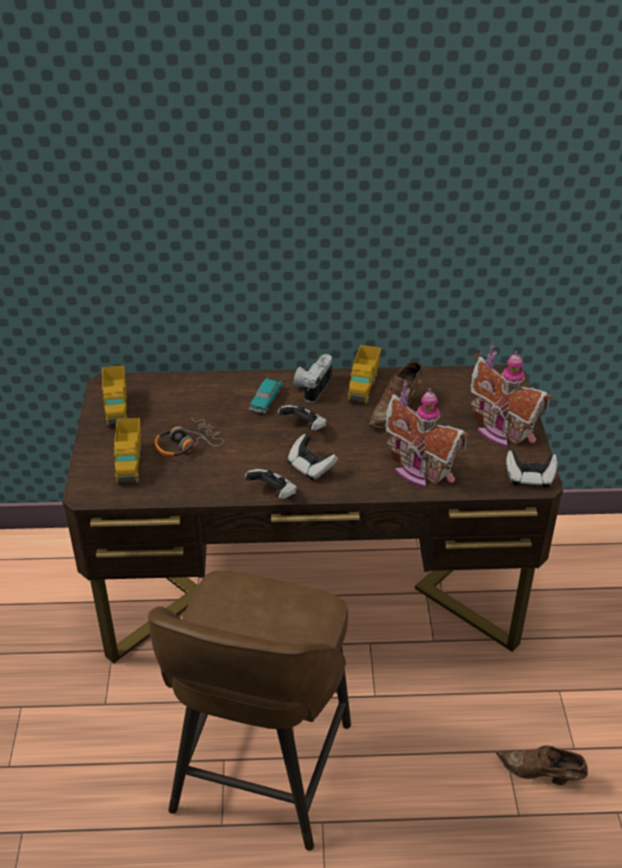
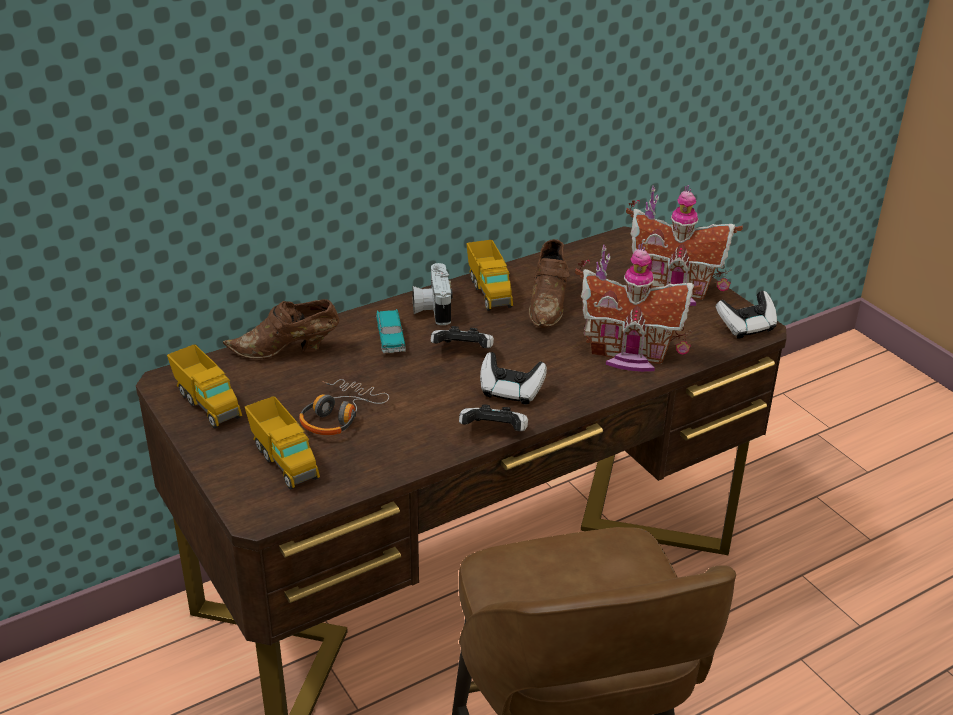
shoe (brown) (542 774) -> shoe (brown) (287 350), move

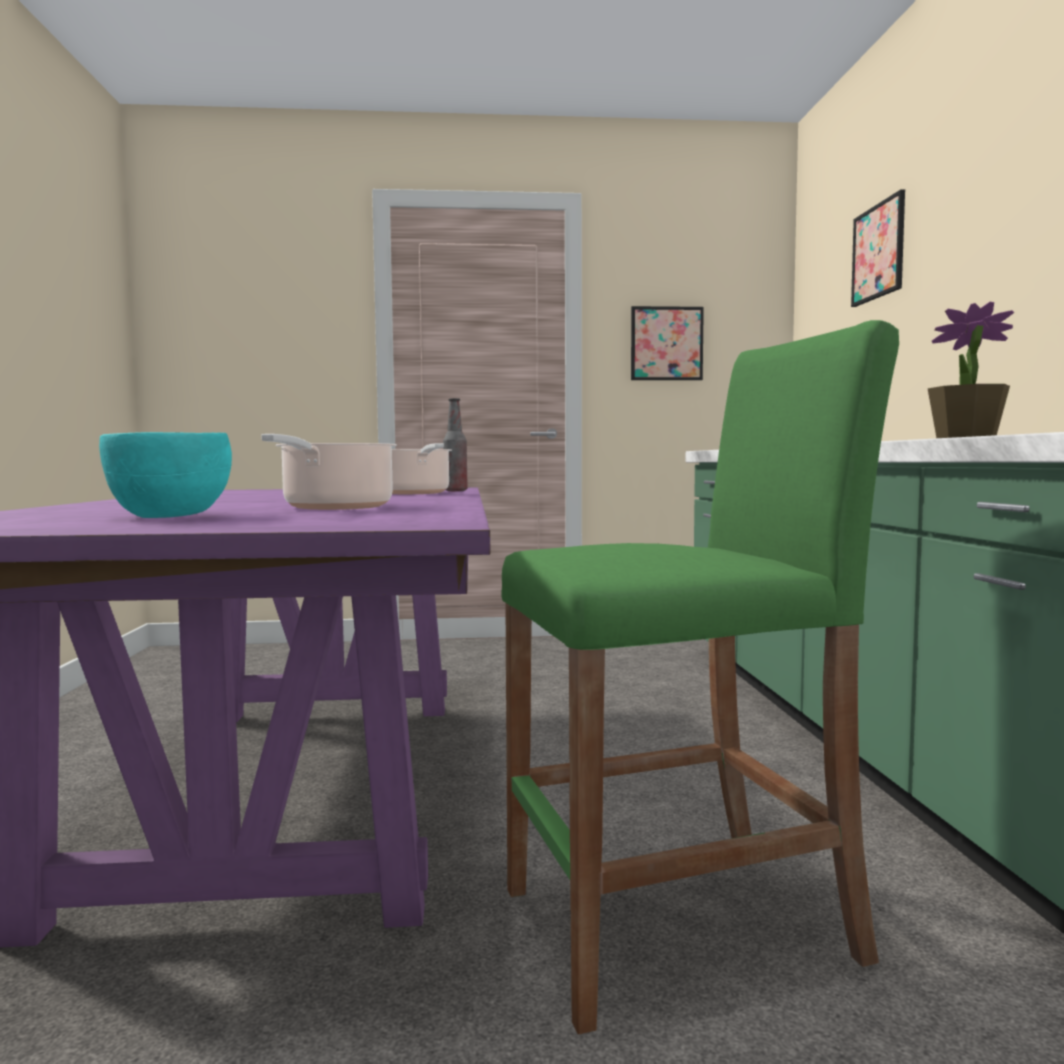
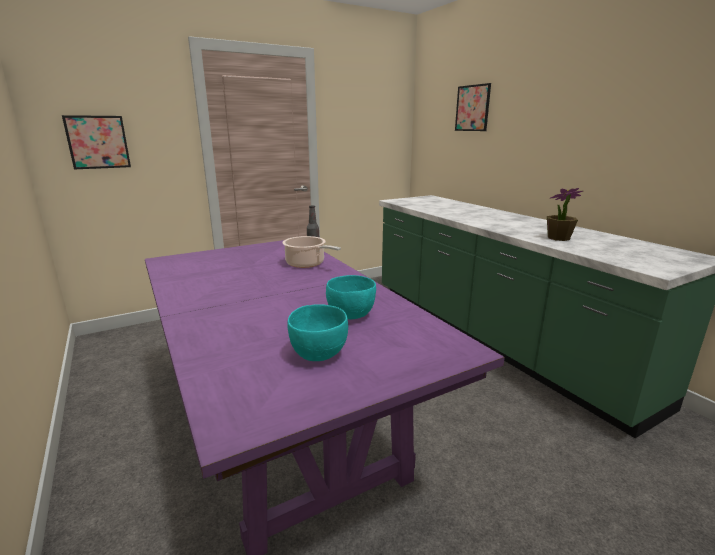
picture (666 343) -> picture (98 142), move
cooking pot (334 508) -> bowl (turquoise) (350 315)
stool (green) (680 925) -> none

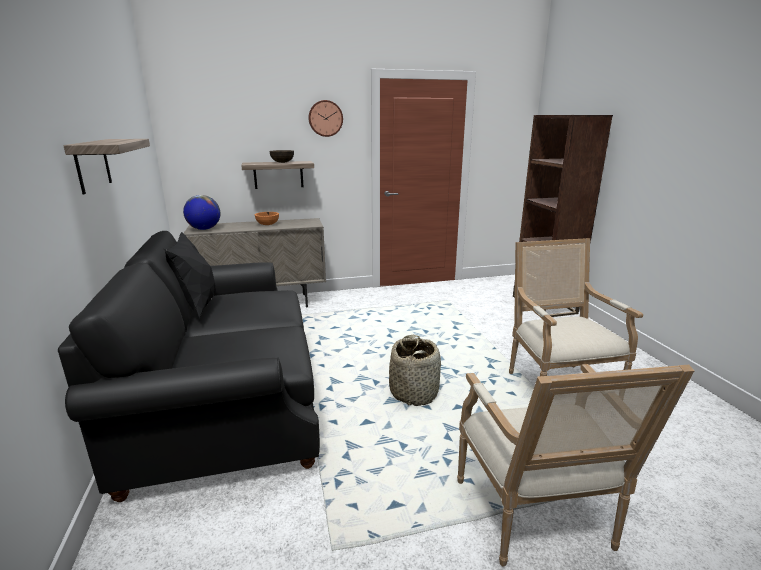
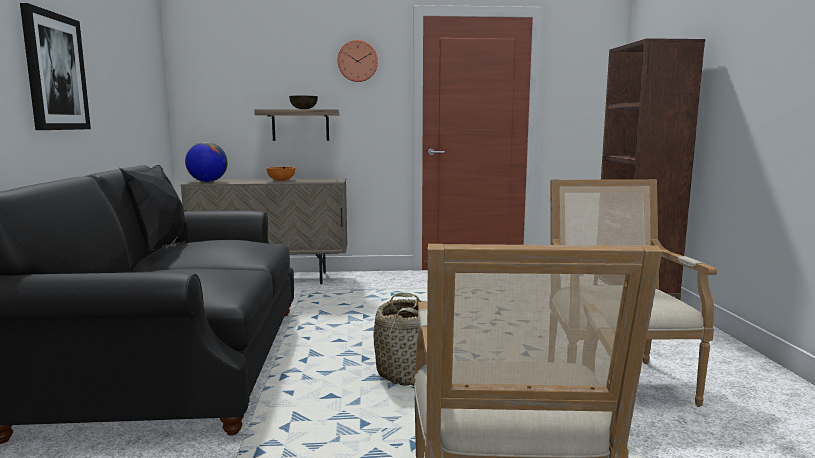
shelf (92 165) -> picture (55 72)

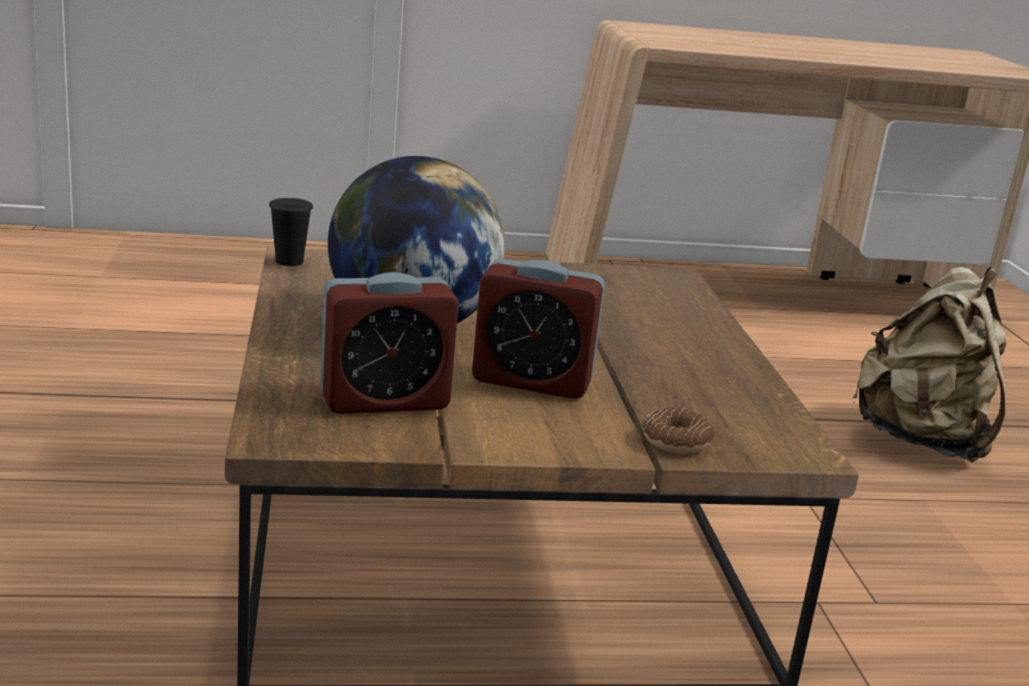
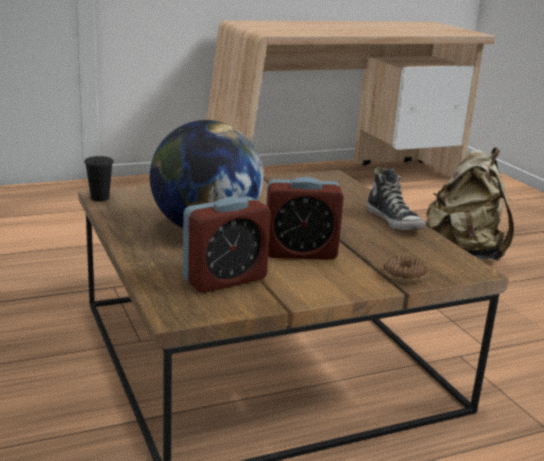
none -> shoe (394 221)

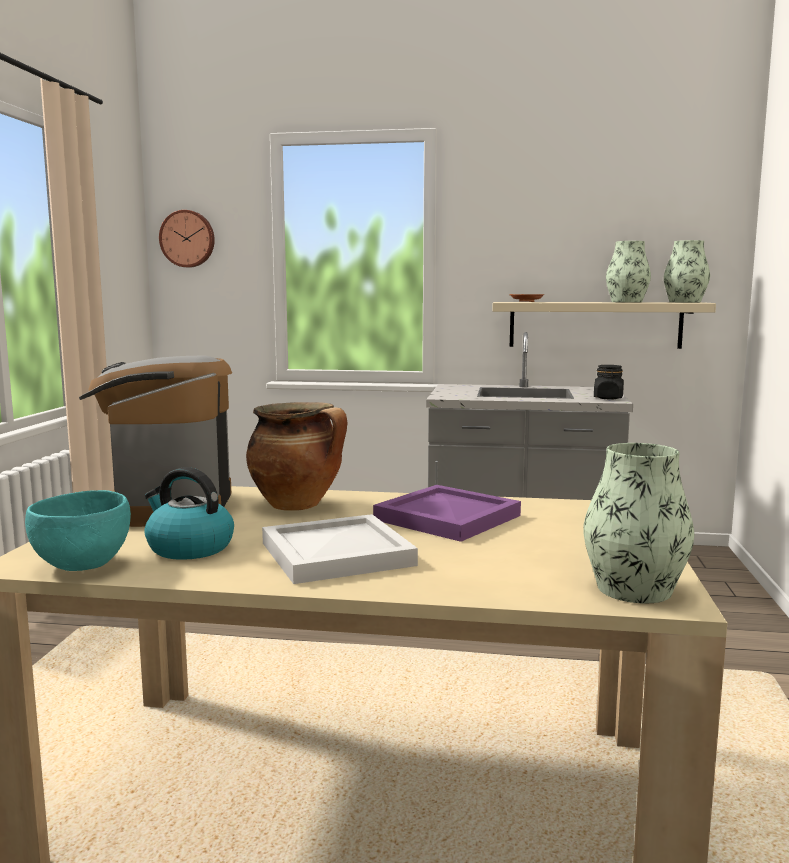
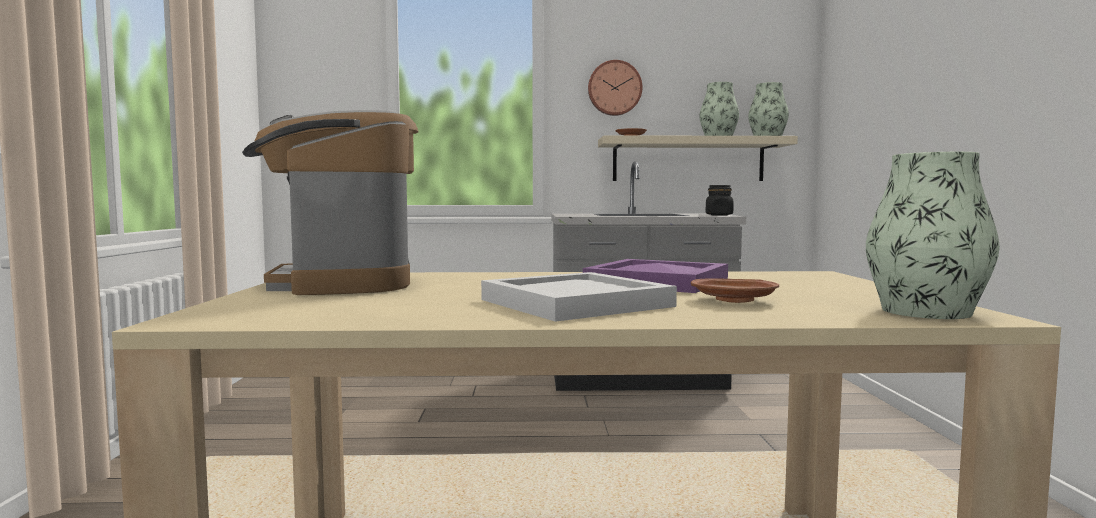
wall clock (188 239) -> wall clock (614 88), move
none -> plate (brown) (735 301)
bowl (turquoise) (82 565) -> none
kettle (188 548) -> none
cooking pot (298 505) -> none

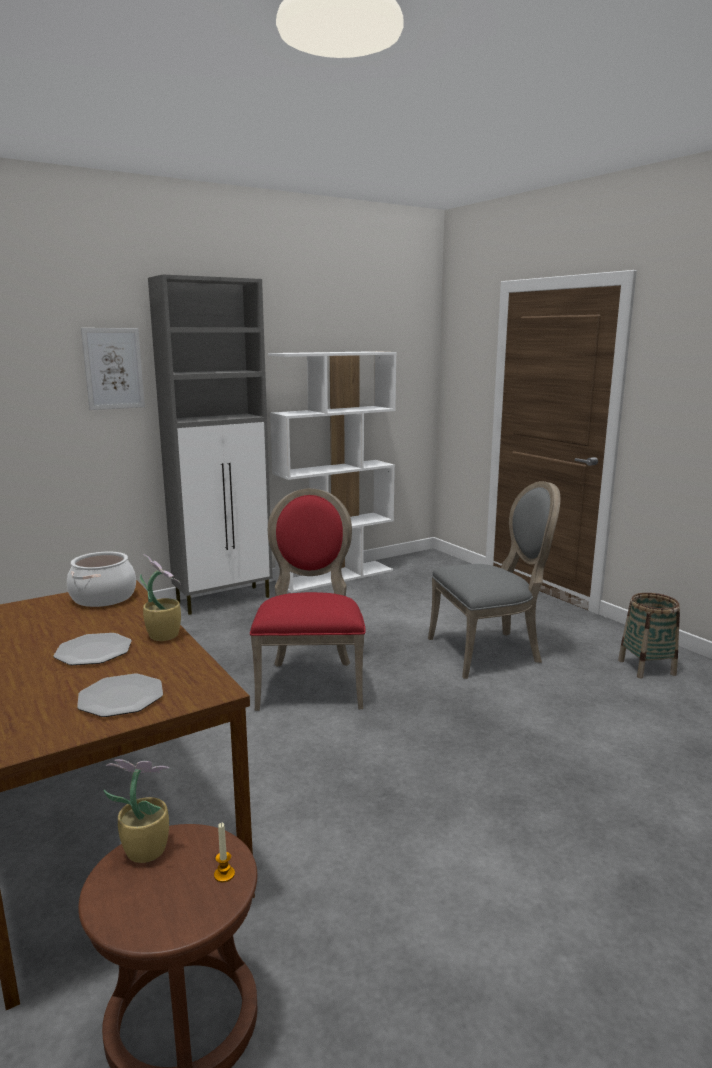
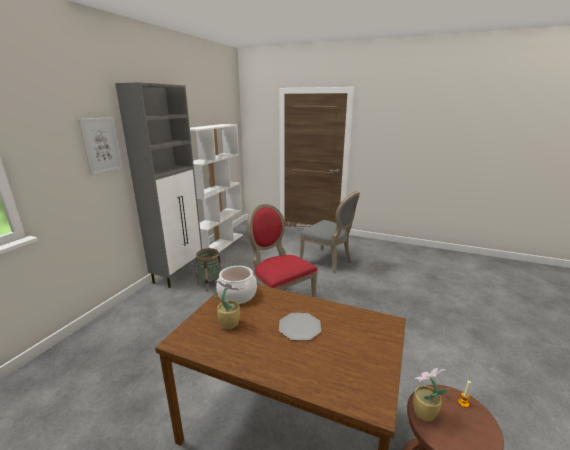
basket (646 667) -> basket (210 284), move
potted plant (164 635) -> potted plant (229 323), move
chair (grey) (489 651) -> chair (grey) (328 261), 90 degrees clockwise
plate (121 697) -> none

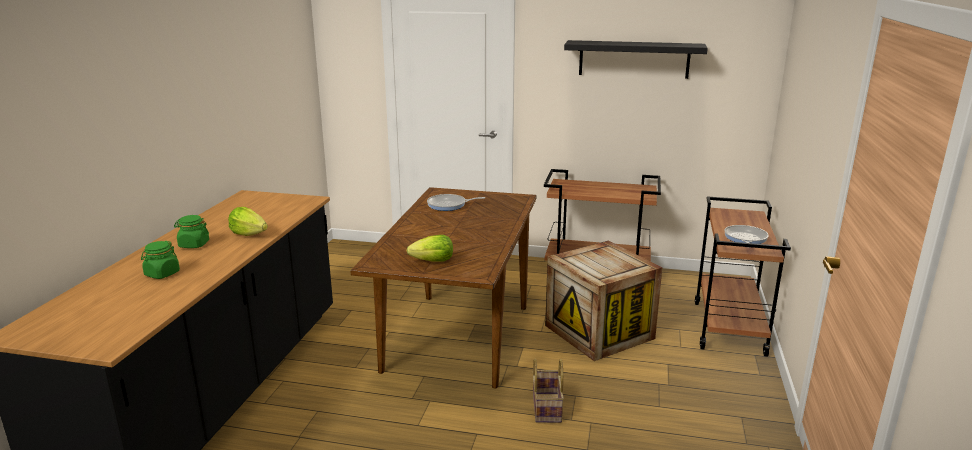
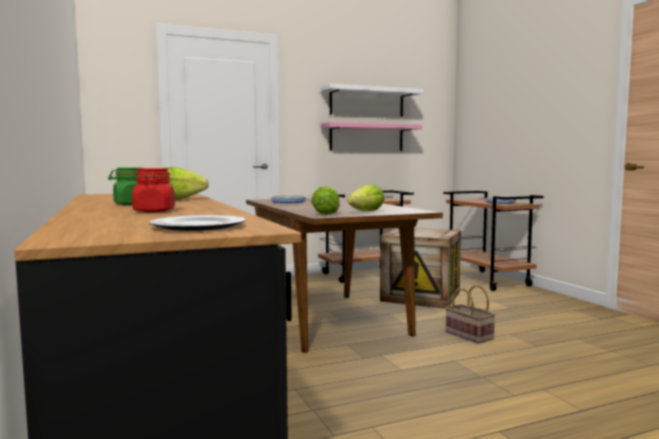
jar (green) (162 274) -> jar (red) (154 211)
none -> plate (198 226)
none -> lettuce (326 214)
shelf (black) (633 59) -> shelf (white) (367 102)
none -> shelf (pink) (366 137)

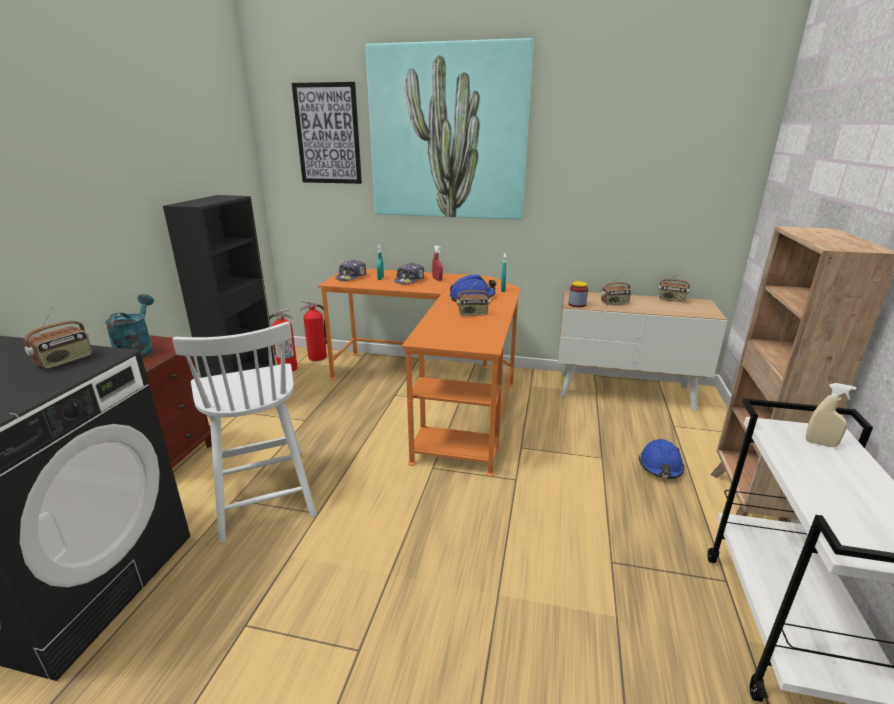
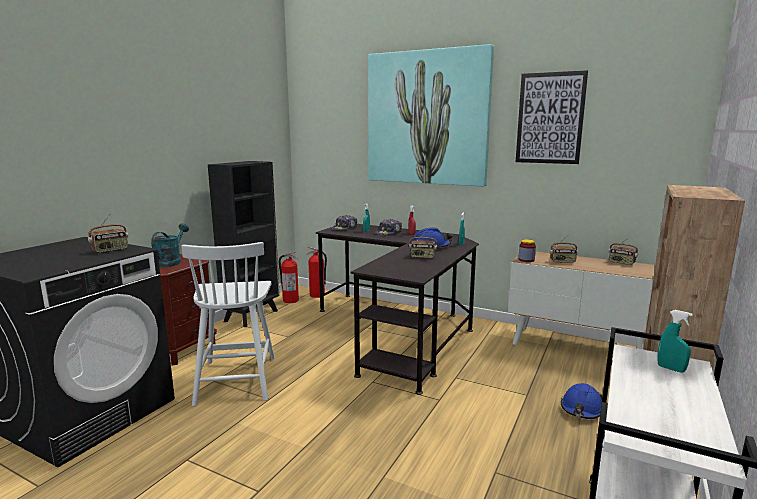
desk (orange) (436 394) -> desk (black) (400 330)
picture (328 134) -> picture (550 118), move
spray bottle (beige) (820 443) -> spray bottle (turquoise) (671 369)

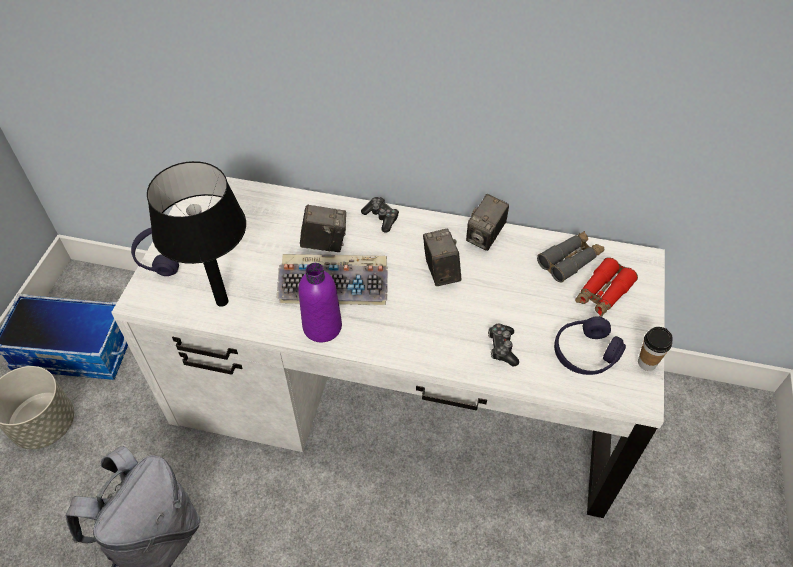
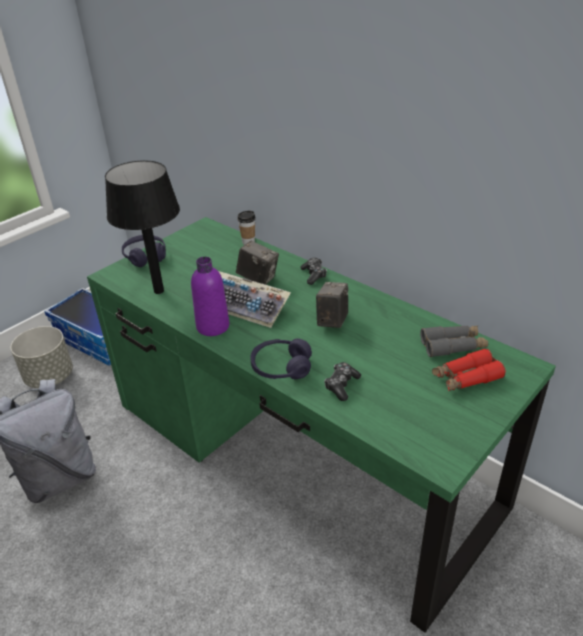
desk (white) (396 396) -> desk (green) (299 453)
cup (647 363) -> cup (248 242), move
headphones (purple) (585 353) -> headphones (purple) (281 367), move
photo camera (485 237) -> none

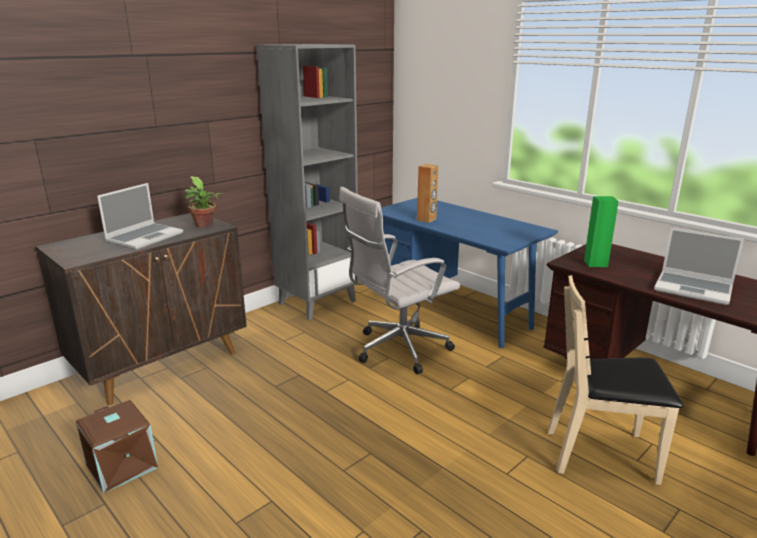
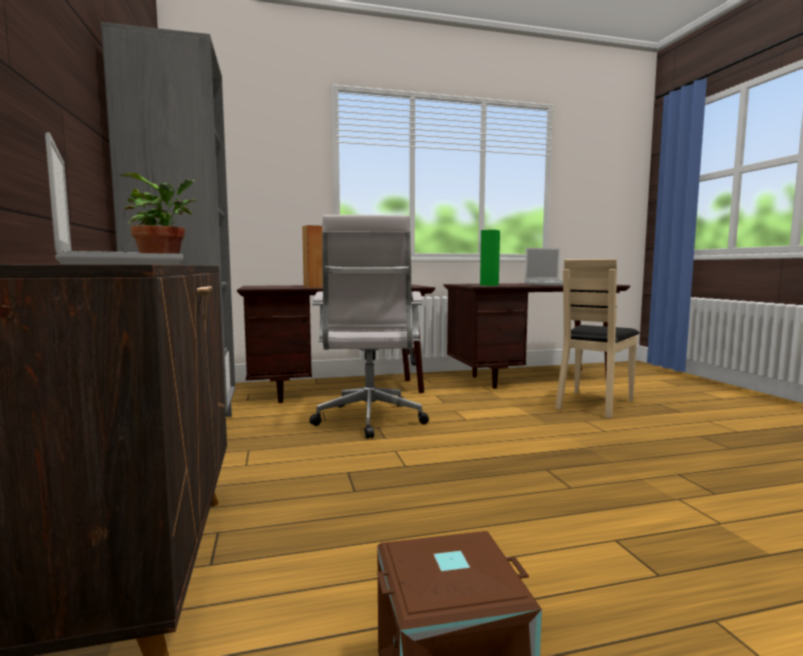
desk (blue) (453 312) -> desk (brown) (337 391)

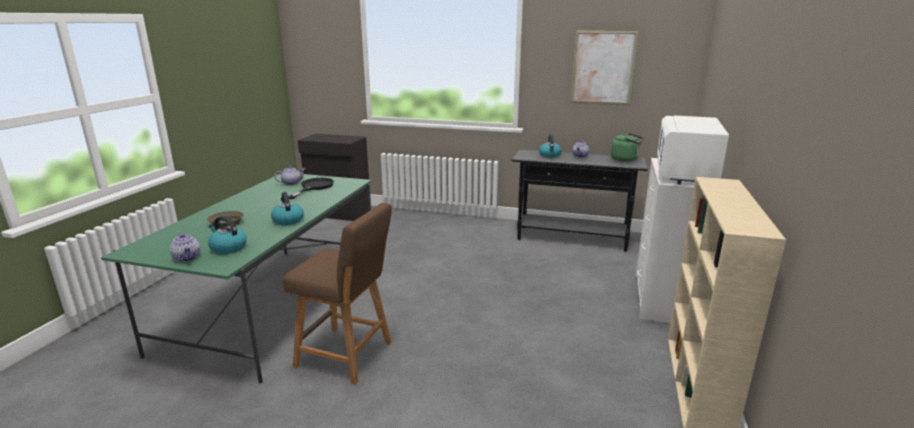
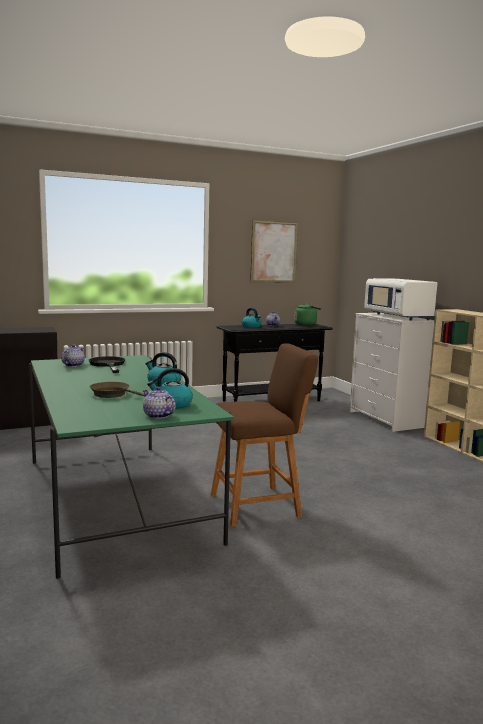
teapot (187 258) -> teapot (157 416), 150 degrees counterclockwise

